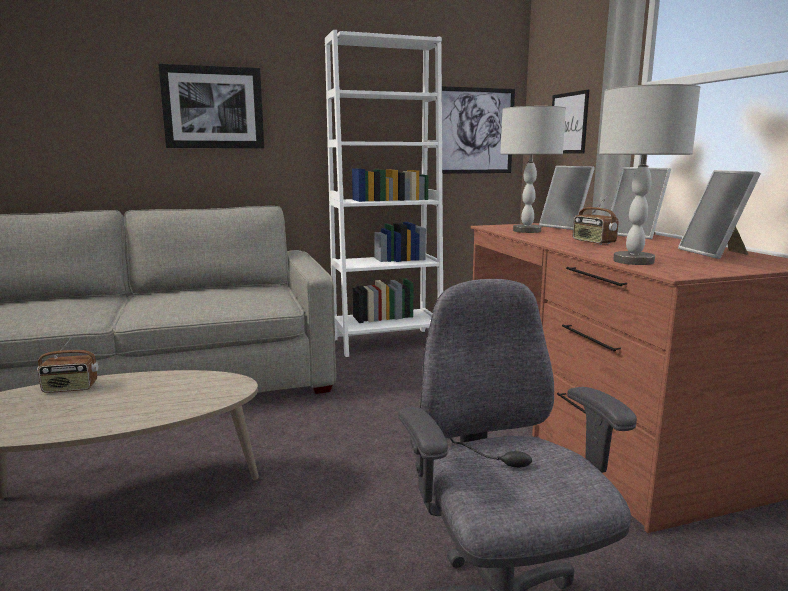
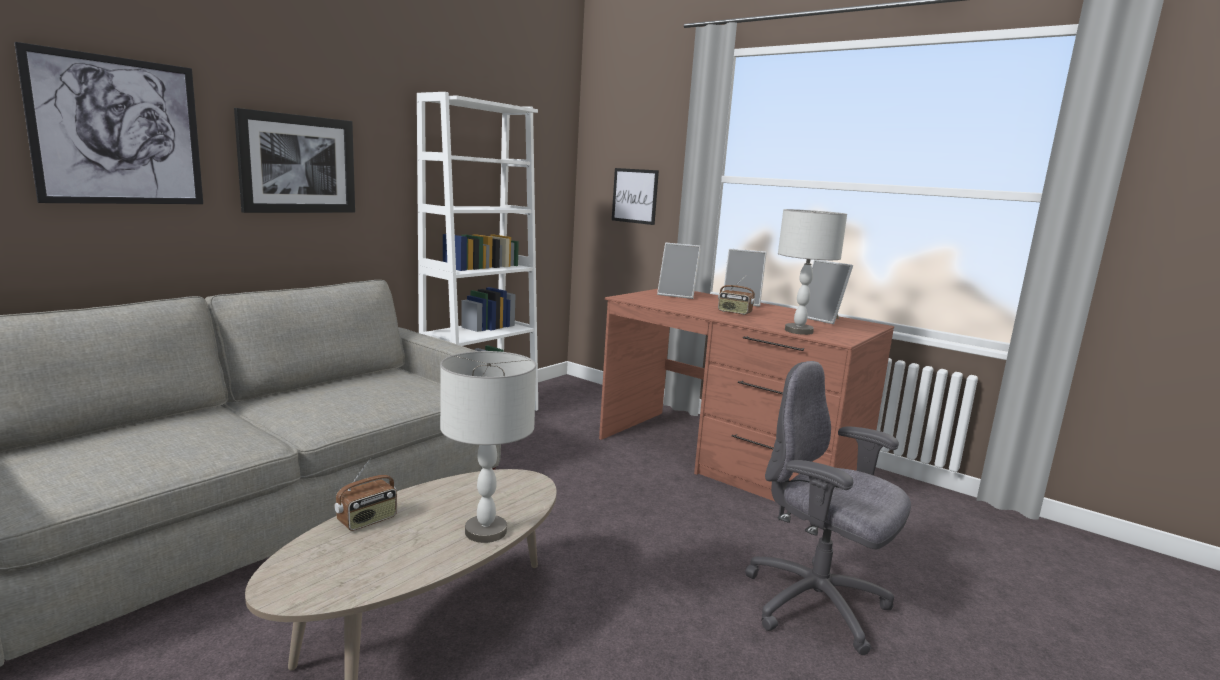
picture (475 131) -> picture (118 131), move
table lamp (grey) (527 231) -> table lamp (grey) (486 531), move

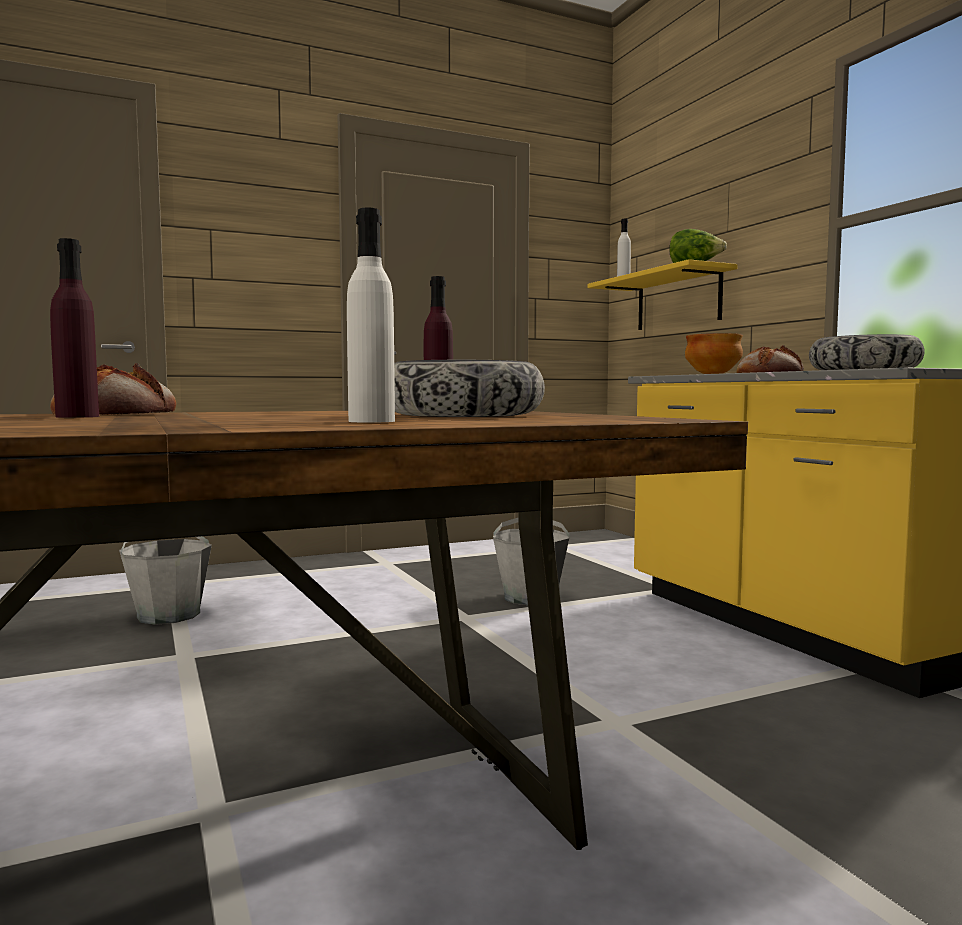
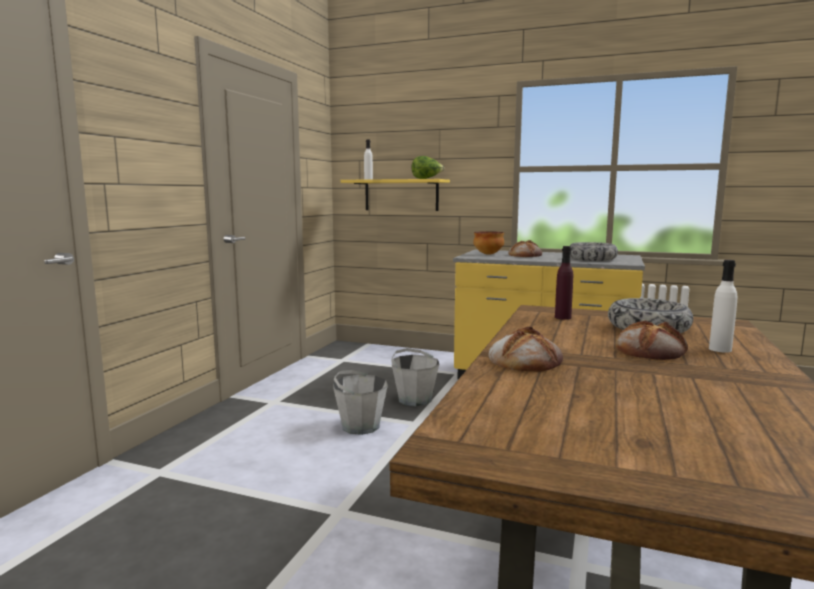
bucket (grey) (169 615) -> bucket (grey) (360 426), move
none -> bread (651 350)
bottle (purple) (77 416) -> none

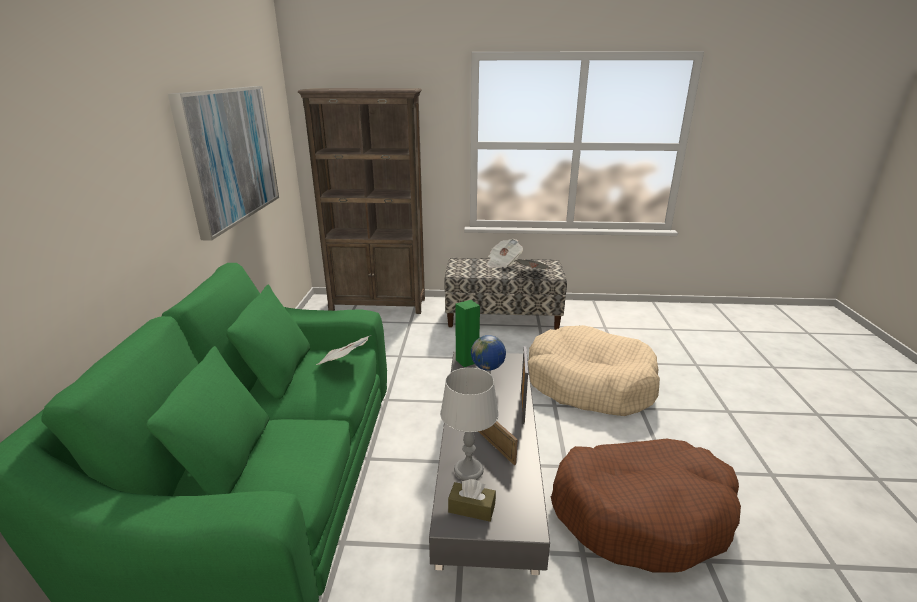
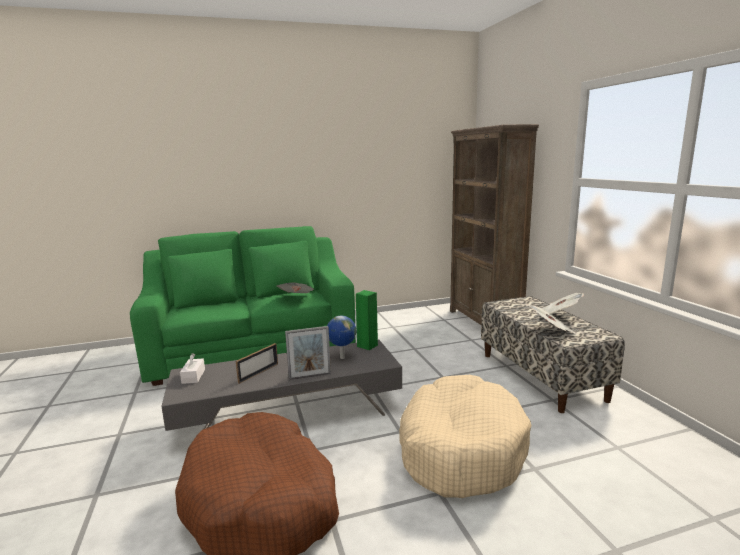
tissue box (brown) (471 508) -> tissue box (white) (193 376)
picture (229 156) -> none
table lamp (grey) (468 470) -> none

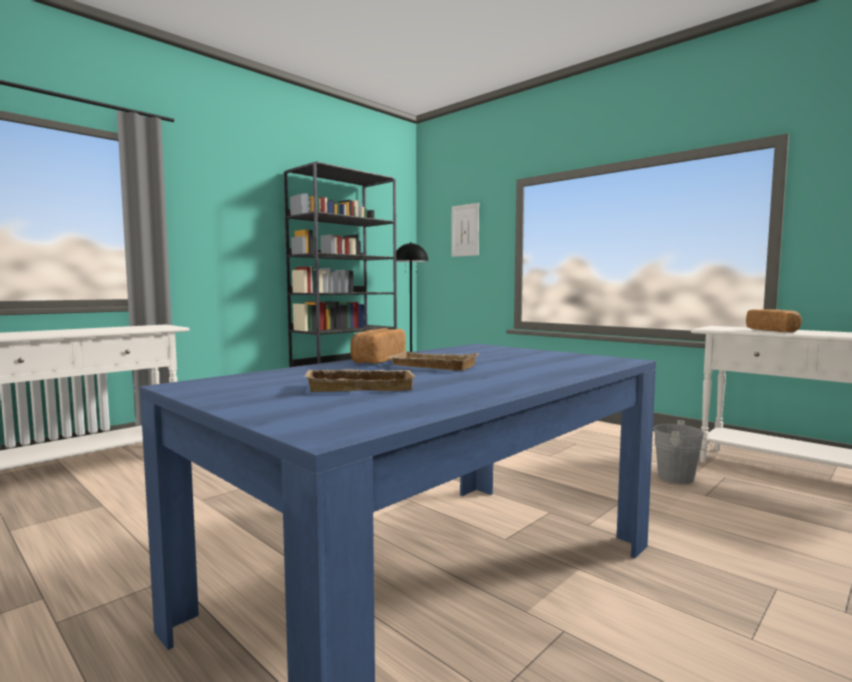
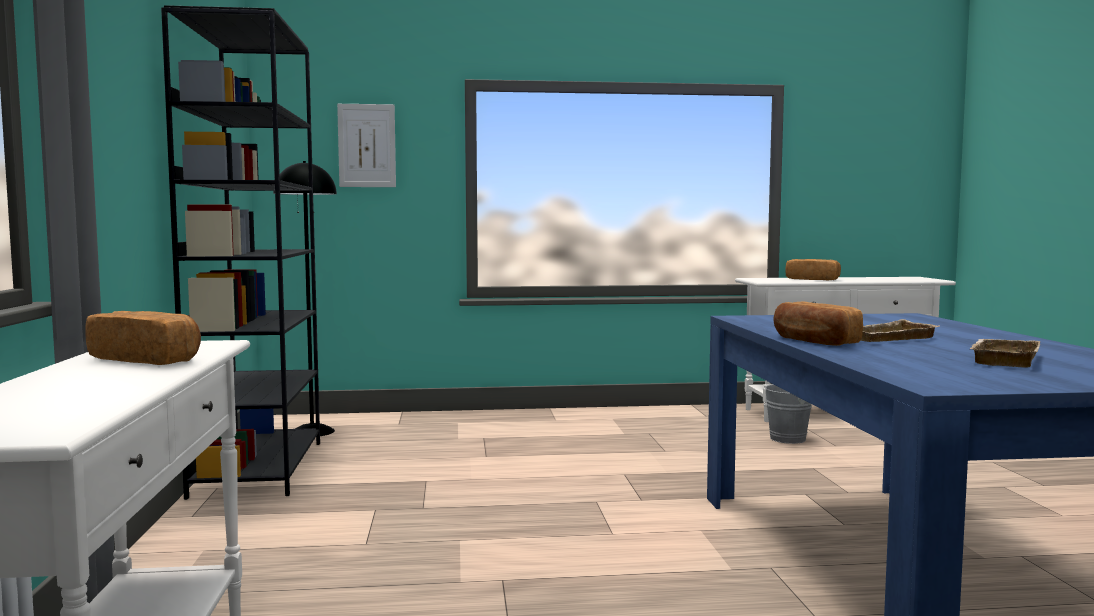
none -> bread (146 360)

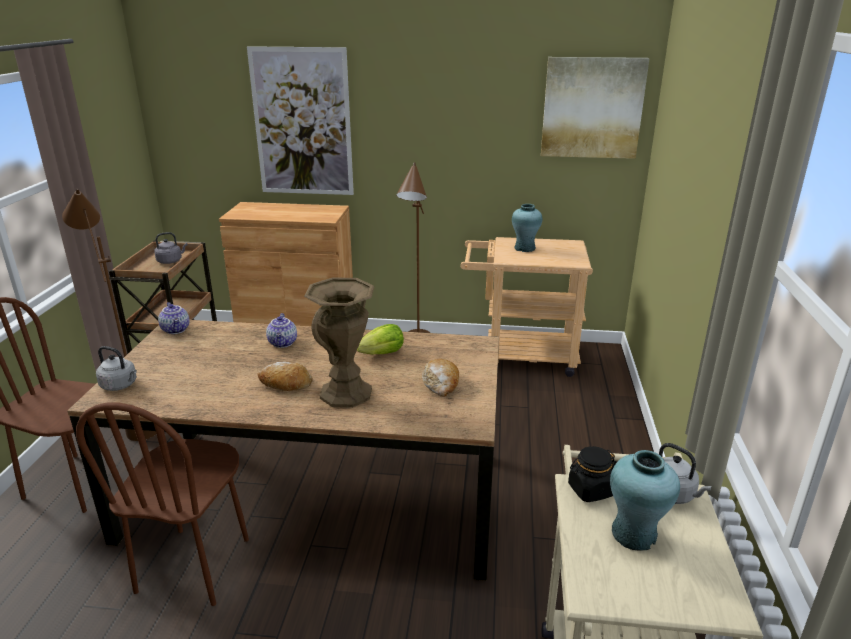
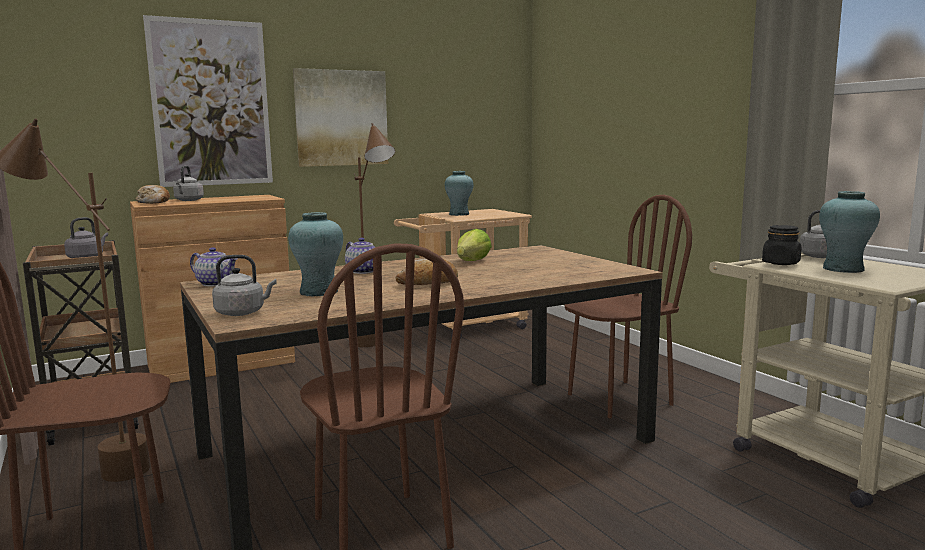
bread (441 384) -> bread (154 203), move
none -> kettle (grey) (188 200)
none -> vase (turquoise) (318 292)
picture (592 108) -> picture (341 118), move
none -> chair (brown) (619 399)
vase (brown) (346 393) -> none

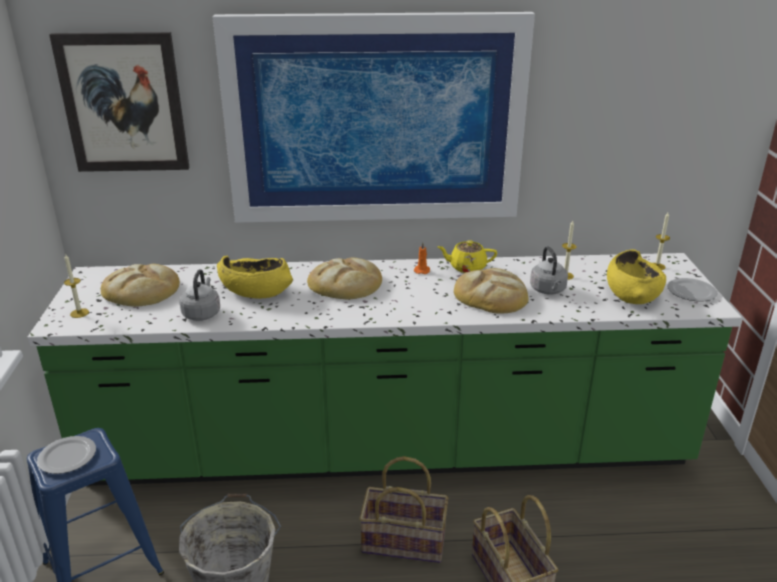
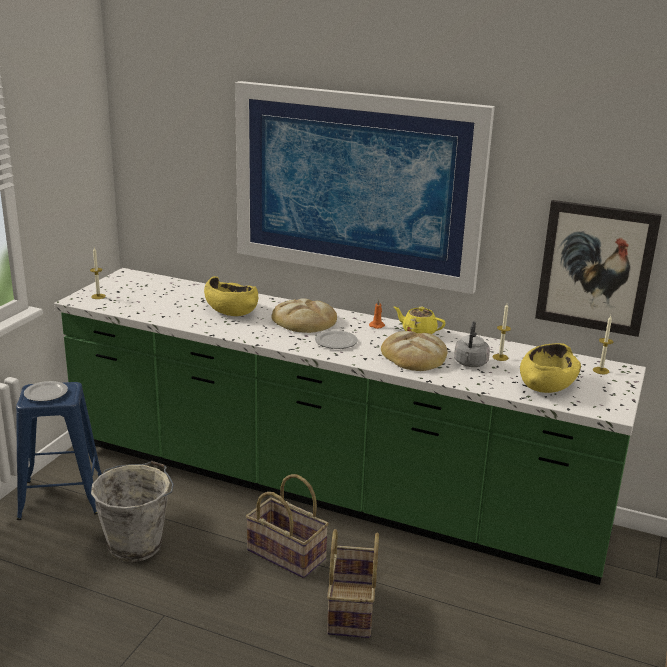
plate (692 292) -> plate (336 342), move
picture (123 103) -> picture (595 267), move
bread (142 290) -> none
kettle (grey) (202 313) -> none

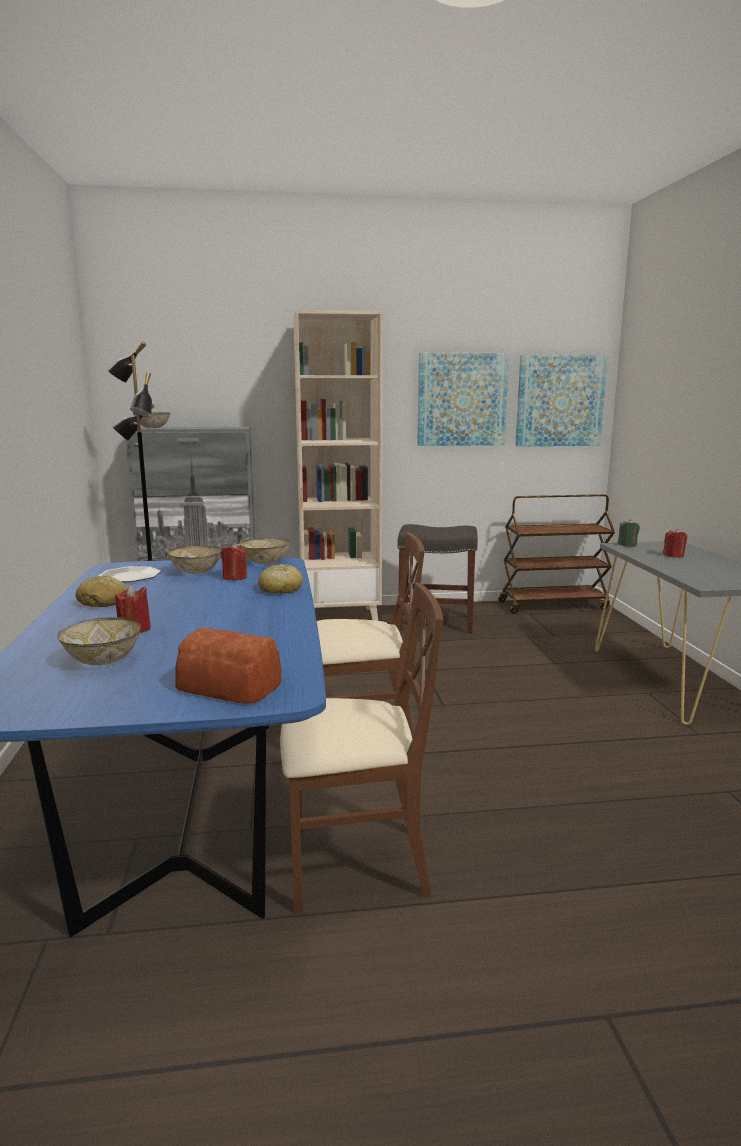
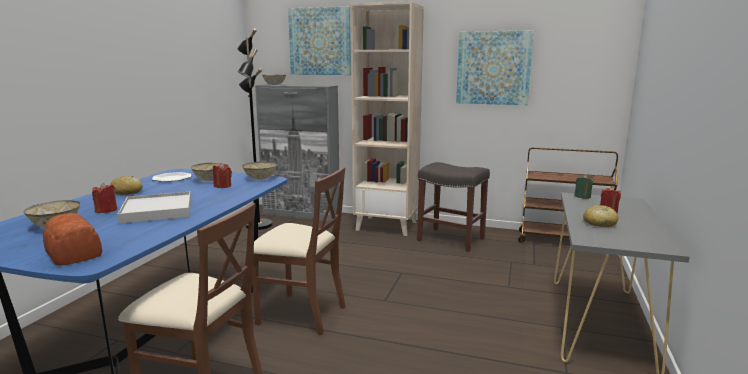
none -> tray (white) (157 211)
picture (559 401) -> picture (320 41), move
bread (280 589) -> bread (599 223), move

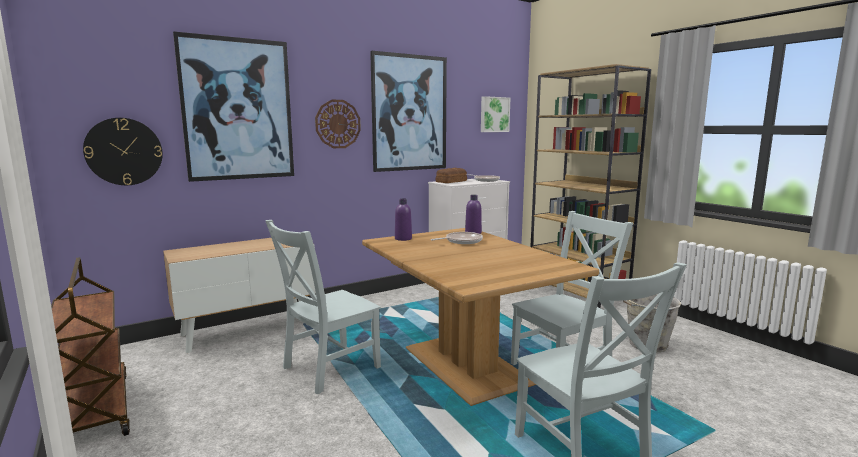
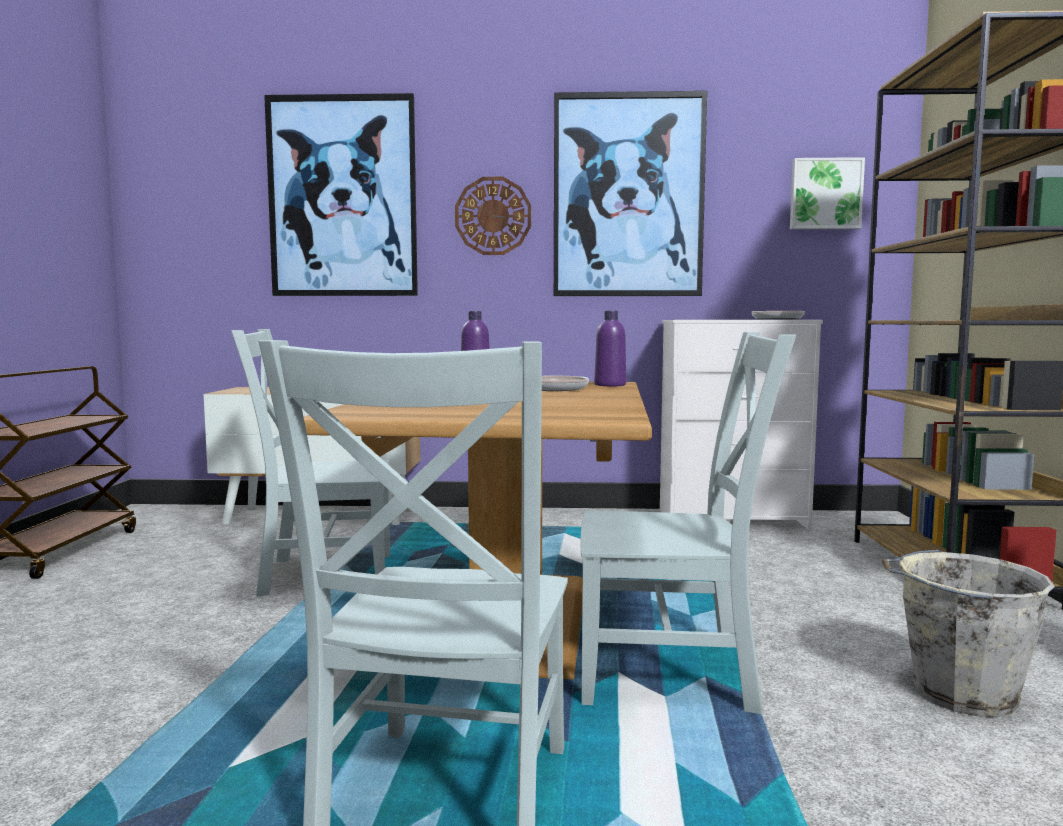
wall clock (124 151) -> none
bread (450 181) -> none

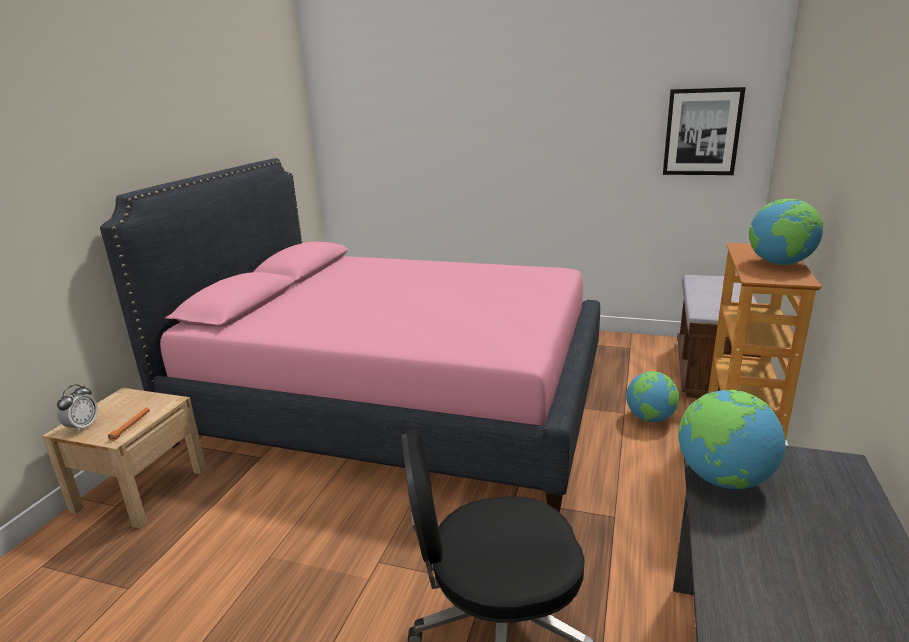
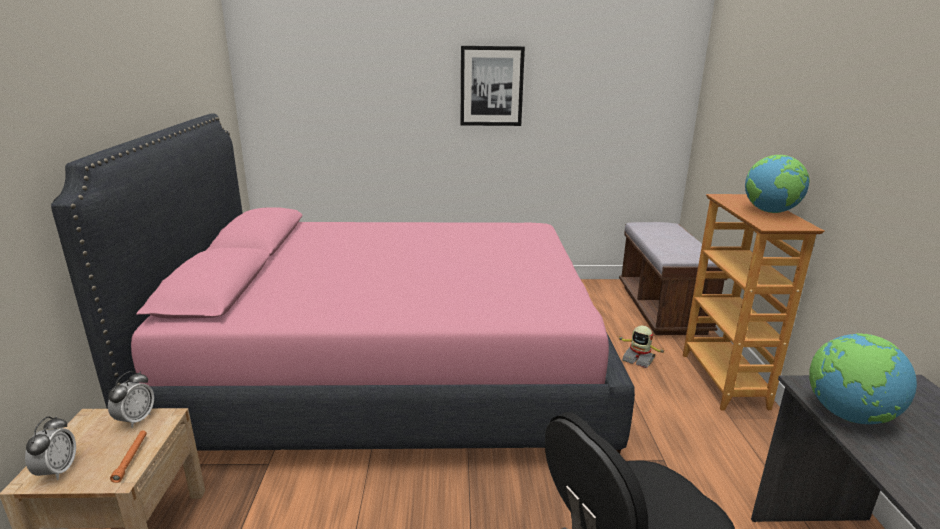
none -> alarm clock (136 419)
picture (702 132) -> picture (491 86), move
globe (650 418) -> toy robot (638 359)

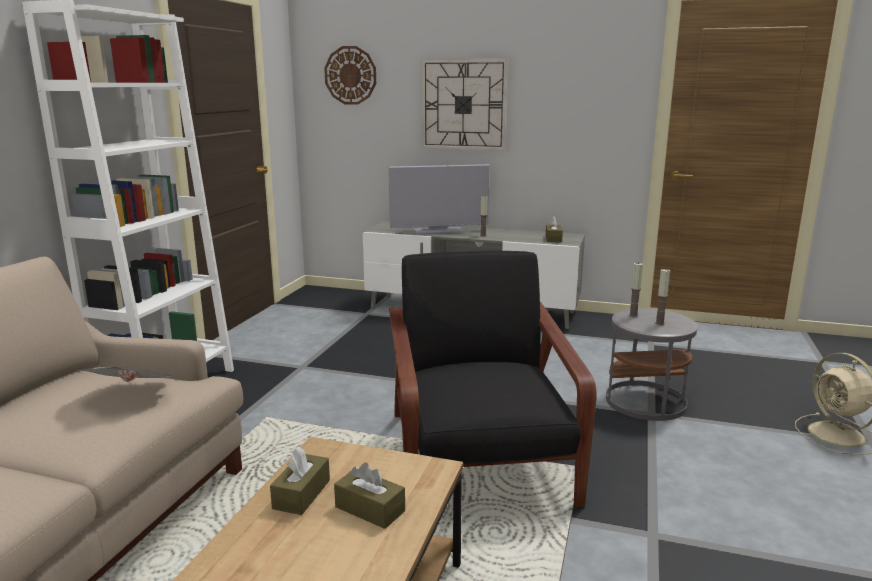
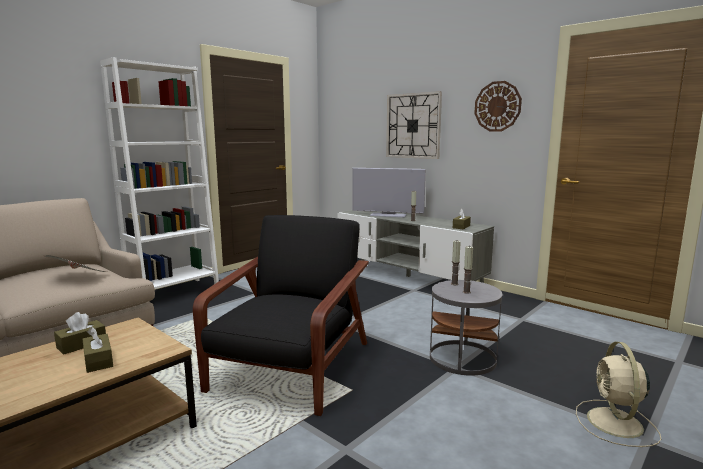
wall clock (350 75) -> wall clock (497 106), move

